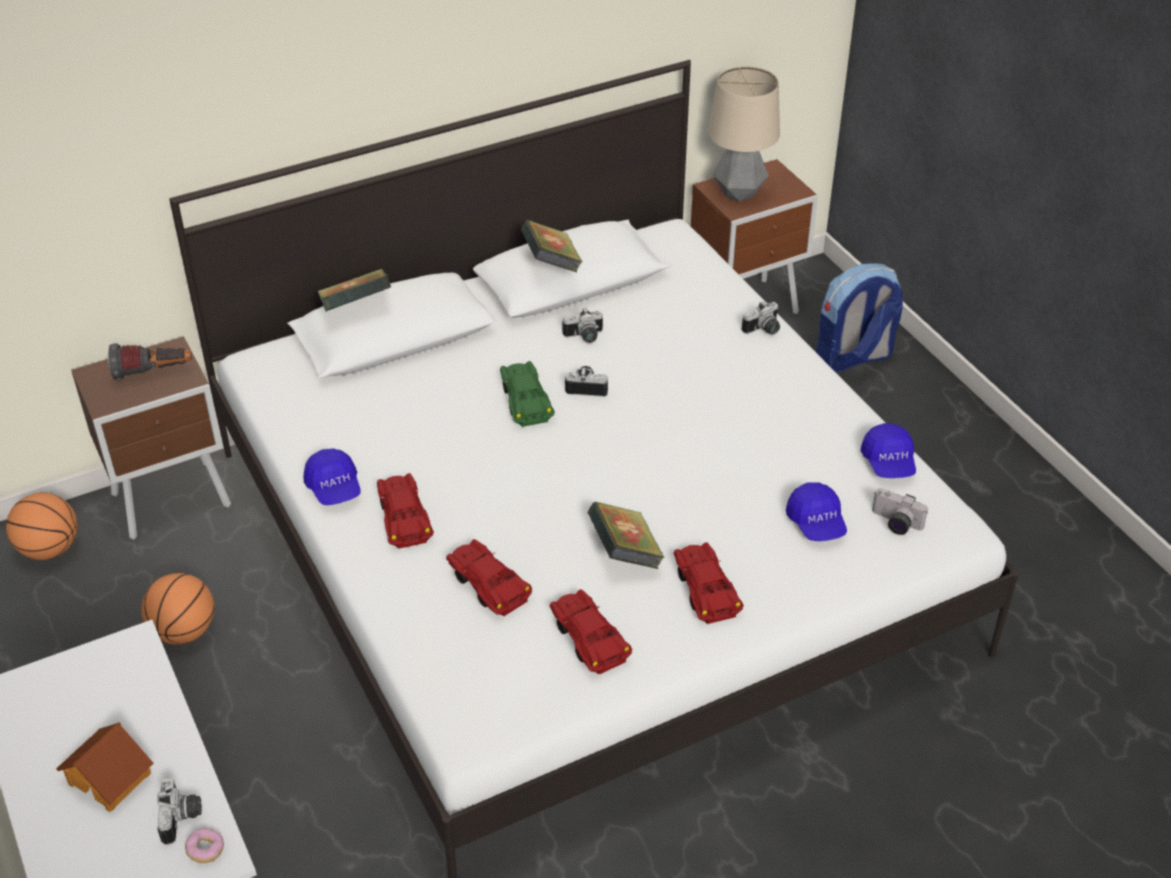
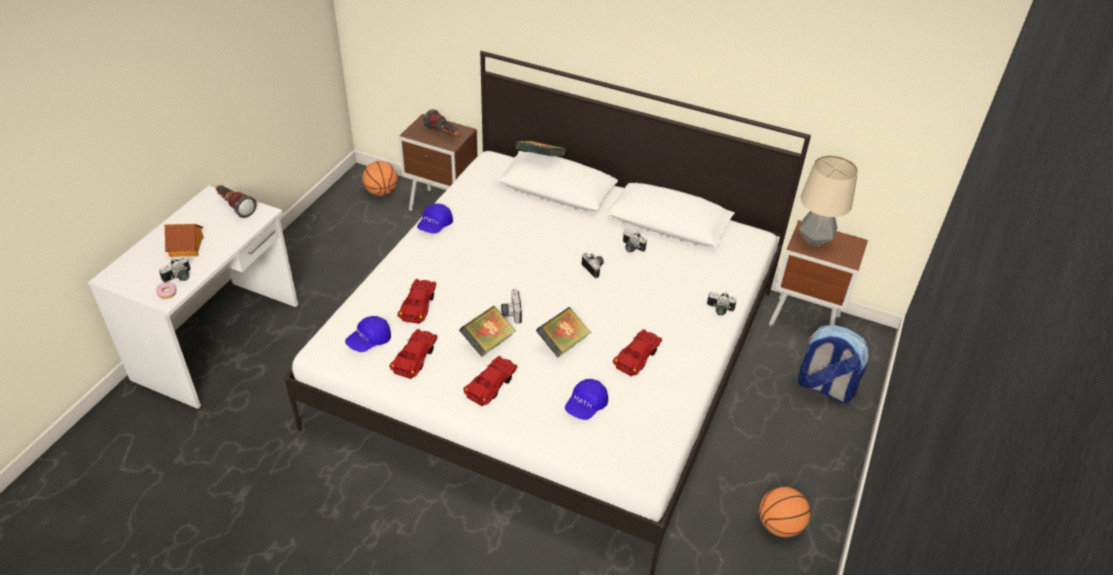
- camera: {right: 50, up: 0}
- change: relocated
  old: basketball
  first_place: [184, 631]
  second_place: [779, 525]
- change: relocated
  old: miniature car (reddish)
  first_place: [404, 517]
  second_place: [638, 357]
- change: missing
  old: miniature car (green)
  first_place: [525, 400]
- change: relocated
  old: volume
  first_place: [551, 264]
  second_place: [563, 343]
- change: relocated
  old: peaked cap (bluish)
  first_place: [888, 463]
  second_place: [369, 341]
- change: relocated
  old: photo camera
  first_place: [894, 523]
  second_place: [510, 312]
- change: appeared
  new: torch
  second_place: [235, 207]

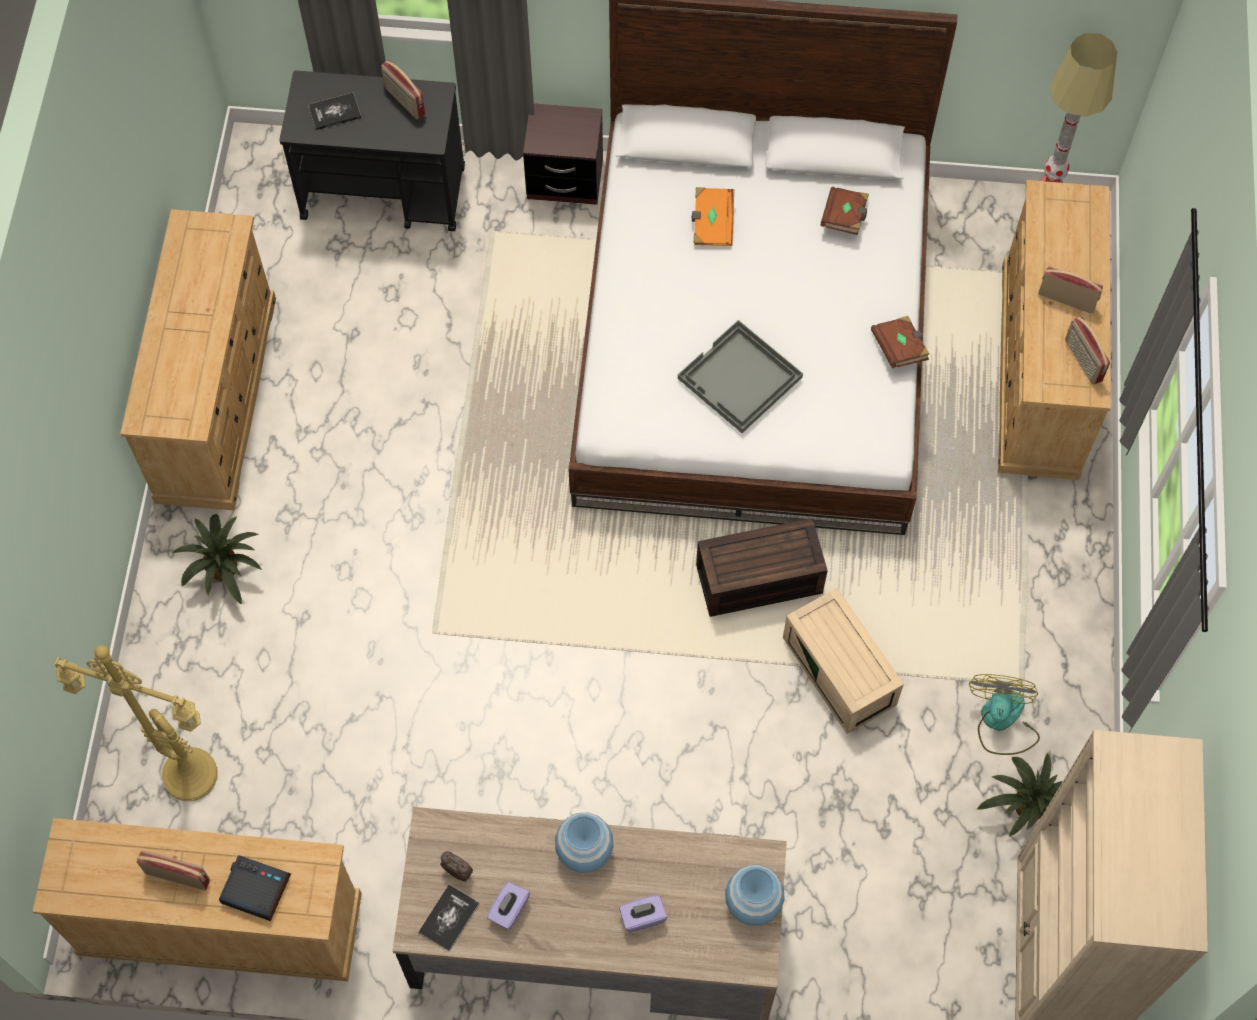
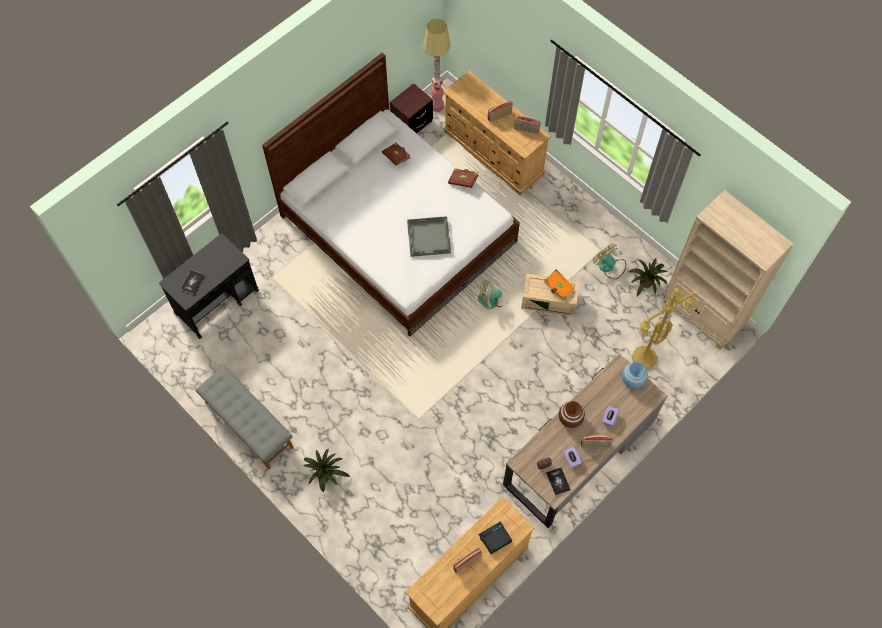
- camera: {right: -50, up: 0}
- change: relocated
  old: floor lamp (yellow-coloured)
  first_place: [186, 777]
  second_place: [644, 359]
- change: exchanged
  old: chest of drawers (beige-coloured)
  new: long seat (grey)
  first_place: [216, 397]
  second_place: [248, 425]
- change: relocated
  old: radio receiver
  first_place: [404, 101]
  second_place: [595, 445]
- change: relocated
  old: nightstand (brown-coloured)
  first_place: [565, 179]
  second_place: [412, 123]
- change: colour
  old: vase (bluish)
  new: vase (brown-coloured)
  first_place: [584, 851]
  second_place: [570, 419]
- change: relocated
  old: volume (orange)
  first_place: [712, 224]
  second_place: [558, 288]
- change: exchanged
  old: storage box (brown-coloured)
  new: fan
  first_place: [757, 581]
  second_place: [493, 299]

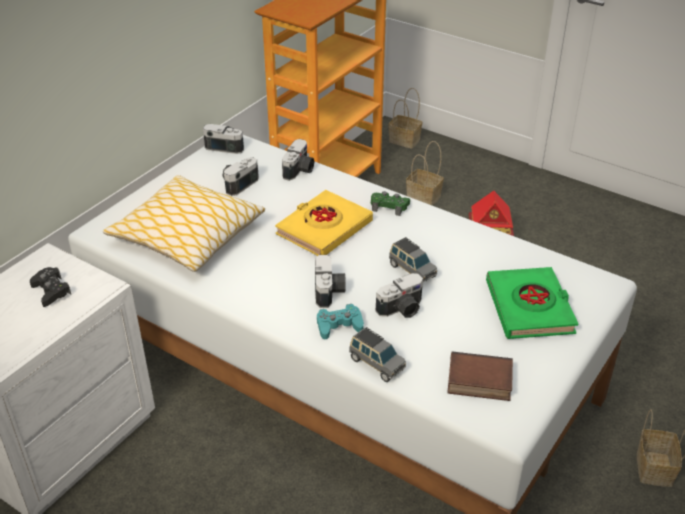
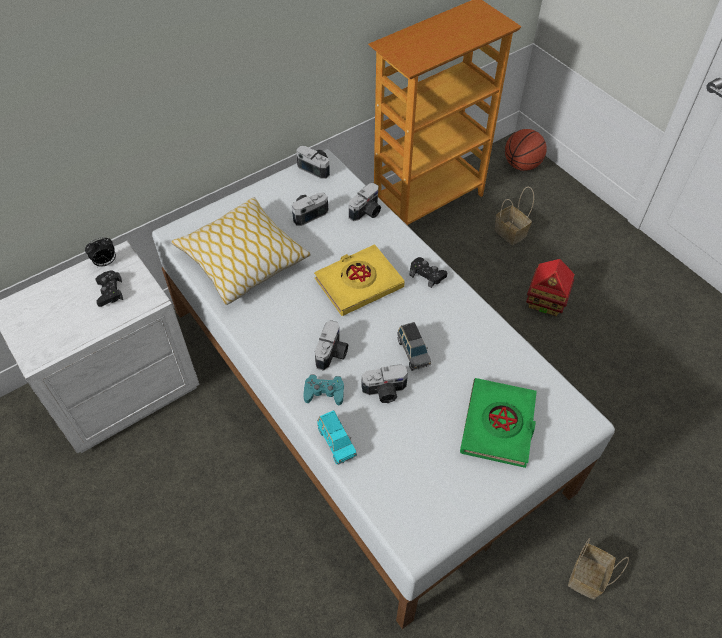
- camera: {right: 20, up: 15}
- change: colour
  old: miniature car (grey)
  new: miniature car (blue-green)
  first_place: [376, 364]
  second_place: [336, 442]
- change: colour
  old: joypad (green)
  new: joypad (black)
  first_place: [389, 207]
  second_place: [427, 275]
- change: exchanged
  old: household basket
  new: basketball
  first_place: [405, 140]
  second_place: [521, 165]
- change: missing
  old: volume
  first_place: [478, 382]
- change: appeared
  new: table clock
  second_place: [105, 263]

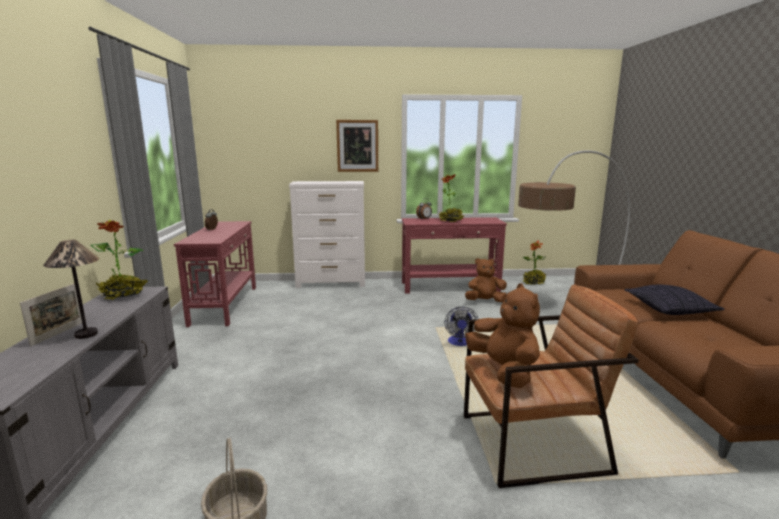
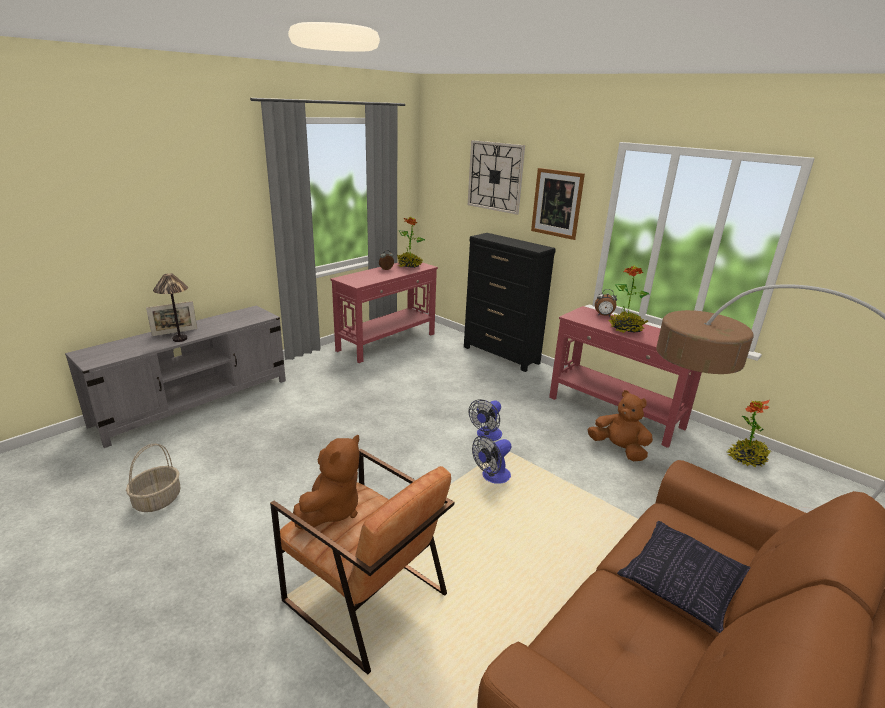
- camera: {right: 45, up: 10}
- change: relocated
  old: houseplant
  first_place: [123, 295]
  second_place: [409, 266]
- change: colour
  old: chest of drawers (white)
  new: chest of drawers (black)
  first_place: [331, 283]
  second_place: [501, 355]
- change: appeared
  new: clock on the wall
  second_place: [495, 176]
- change: appeared
  new: fan
  second_place: [487, 436]

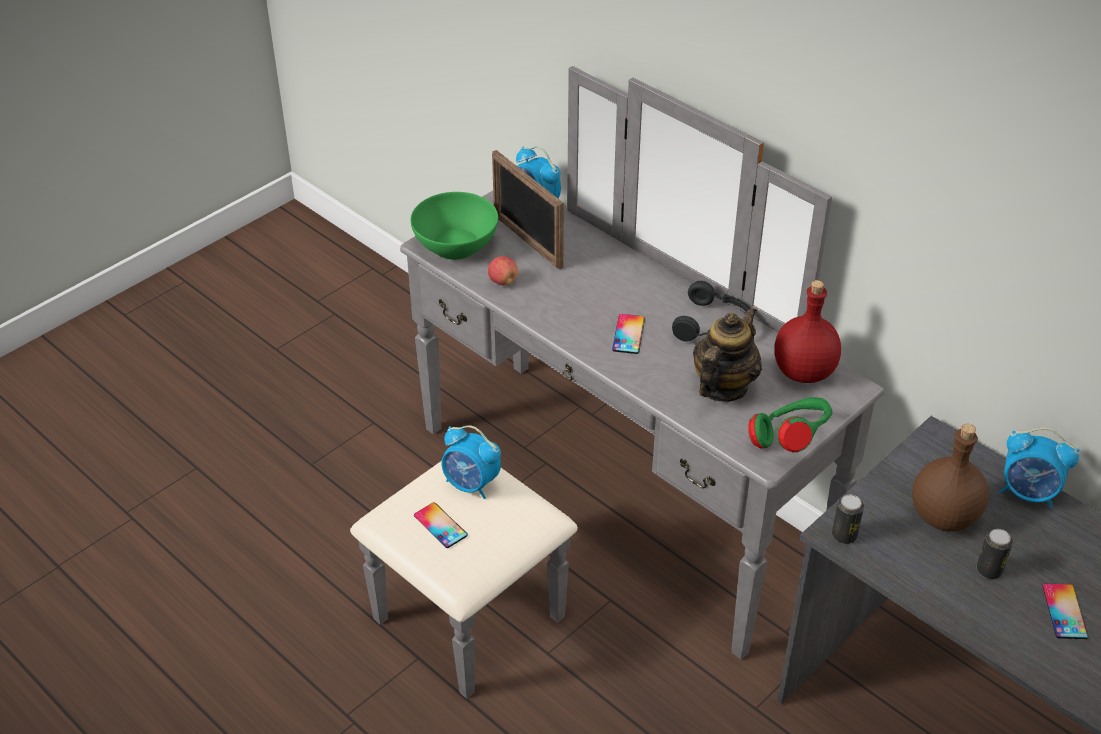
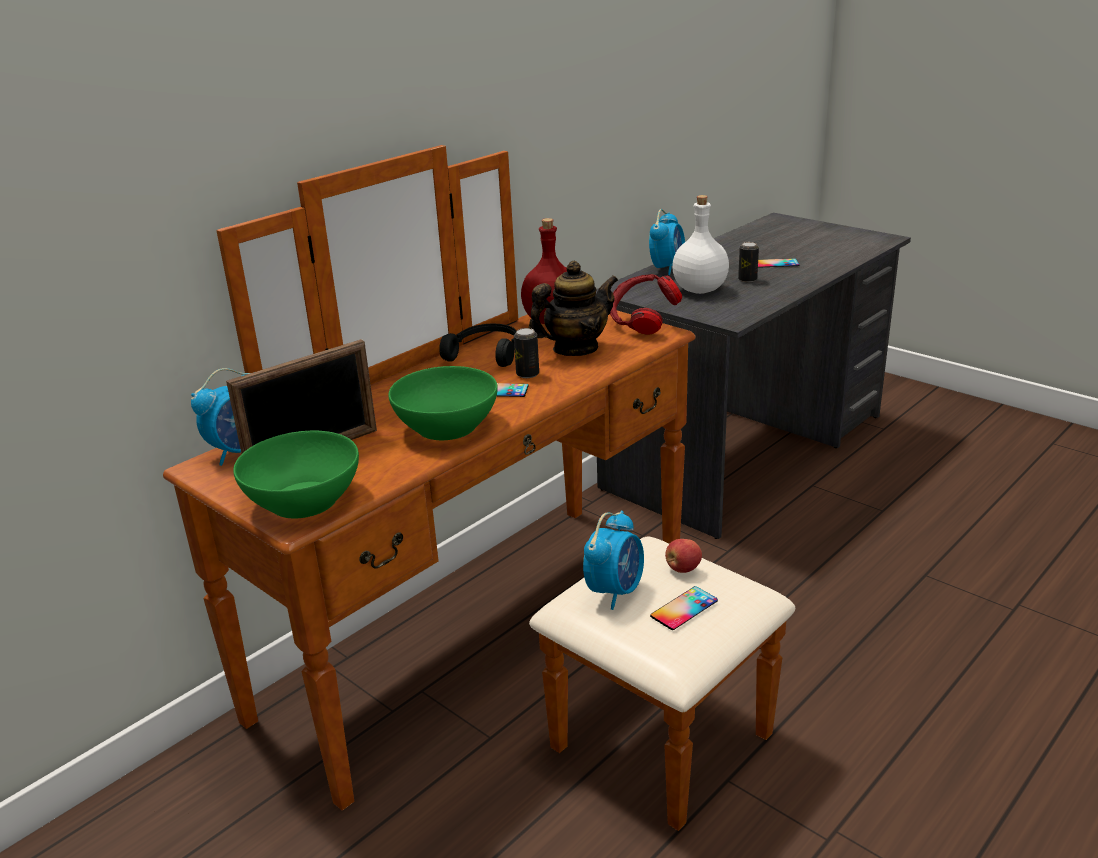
- camera: {right: -90, up: -15}
- change: colour
  old: chest of drawers (grey)
  new: chest of drawers (brown-coloured)
  first_place: [588, 524]
  second_place: [519, 653]
- change: relocated
  old: apple
  first_place: [503, 281]
  second_place: [682, 569]
- change: spun
  old: tea pot
  first_place: [723, 387]
  second_place: [575, 349]
  degrees: 120
- change: colour
  old: headphones (green)
  new: headphones (reddish)
  first_place: [790, 441]
  second_place: [642, 325]
- change: relocated
  old: sealed can
  first_place: [844, 535]
  second_place: [527, 374]
- change: colour
  old: drink bottle (brown-coloured)
  new: drink bottle (white)
  first_place: [945, 516]
  second_place: [699, 289]
- change: appeared
  new: serving bowl (green)
  second_place: [446, 426]

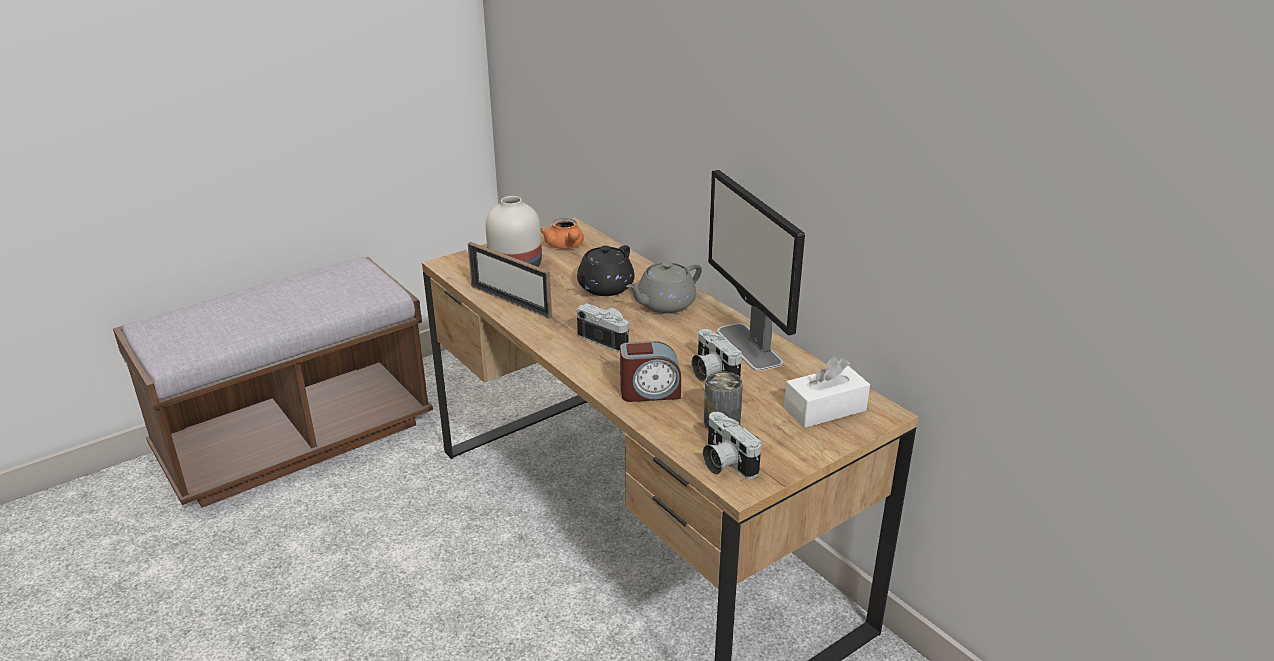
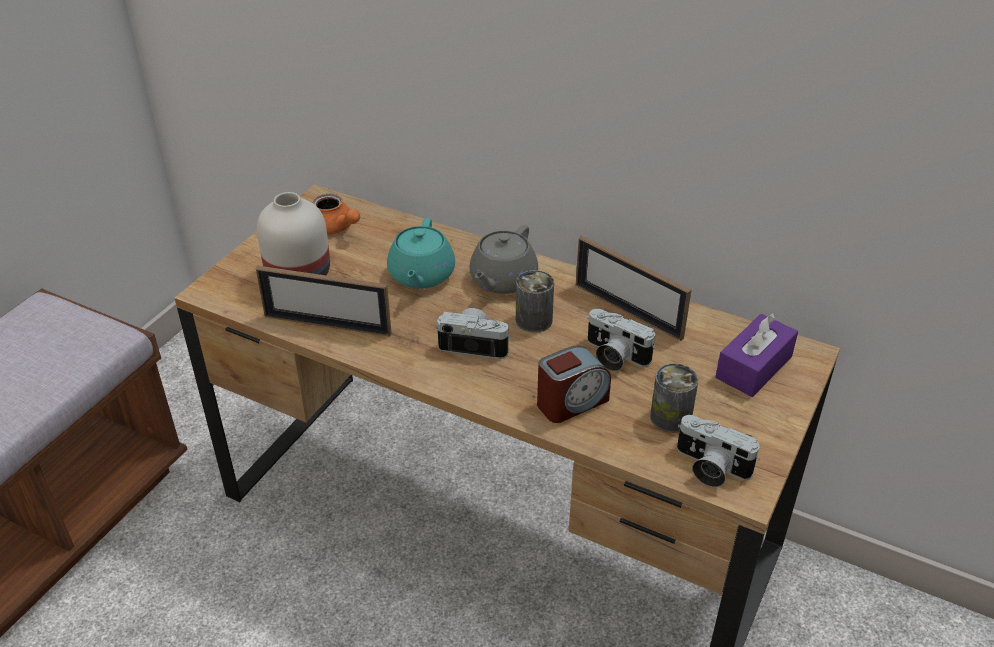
- camera: {right: -25, up: 10}
- change: colour
  old: tea pot (black)
  new: tea pot (blue-green)
  first_place: [604, 288]
  second_place: [421, 276]
- change: exchanged
  old: monitor
  new: standing frame
  first_place: [749, 347]
  second_place: [628, 311]
- change: colour
  old: tissue box (white)
  new: tissue box (purple-coloured)
  first_place: [825, 409]
  second_place: [754, 367]
- change: appeared
  new: sealed can
  second_place: [534, 320]

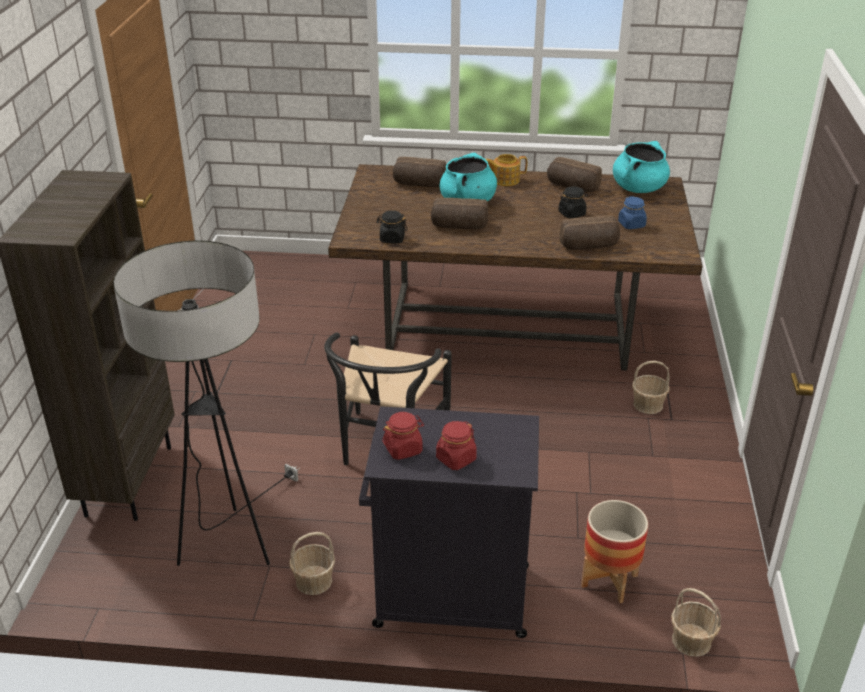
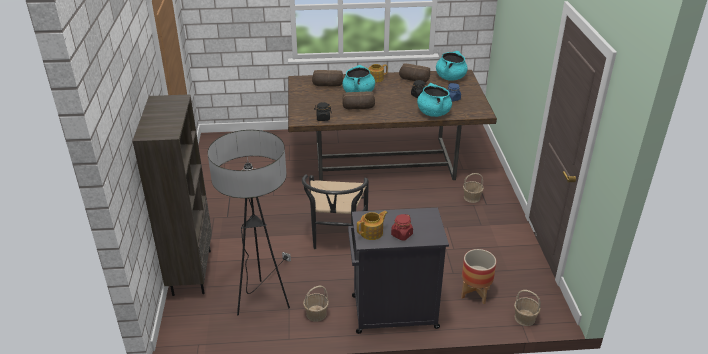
- camera: {right: -10, up: 0}
- change: exchanged
  old: storage jar (reddish)
  new: tea pot
  first_place: [403, 449]
  second_place: [372, 232]
- change: exchanged
  old: bakery bread
  new: saucepot (blue-green)
  first_place: [589, 246]
  second_place: [433, 113]

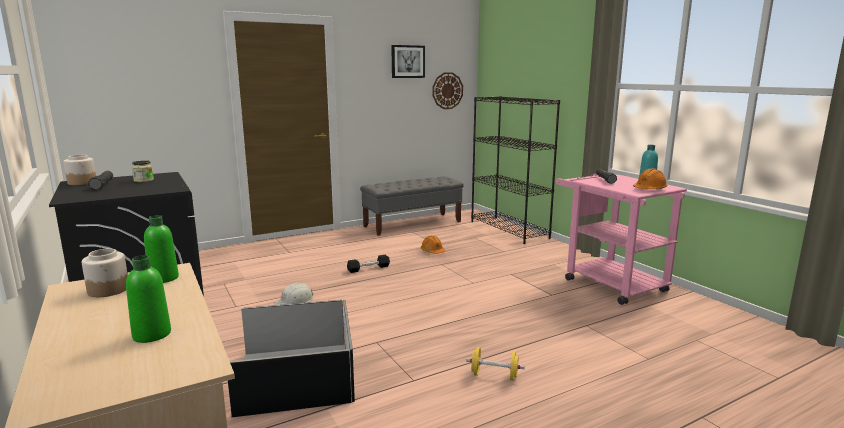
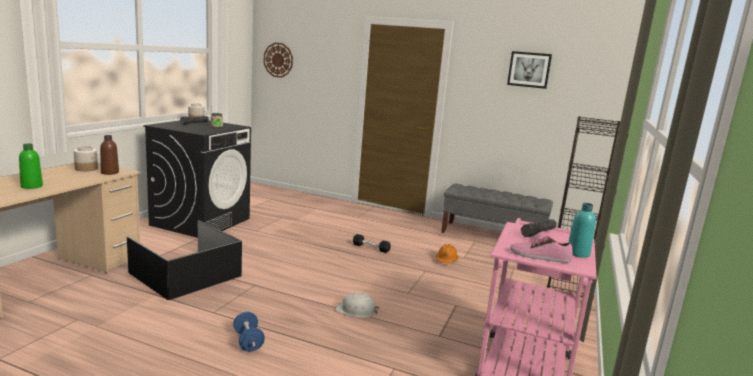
- camera: {right: 50, up: 0}
- change: colour
  old: drink bottle (green)
  new: drink bottle (brown-coloured)
  first_place: [163, 278]
  second_place: [110, 172]
- change: relocated
  old: safety helmet (white)
  first_place: [295, 301]
  second_place: [356, 310]
- change: relocated
  old: clock on the wall
  first_place: [447, 90]
  second_place: [278, 60]
- change: colour
  old: dumbbell (yellow-coloured)
  new: dumbbell (bluish)
  first_place: [494, 375]
  second_place: [248, 342]
- change: exchanged
  old: safety helmet (orange)
  new: item of footwear
  first_place: [649, 189]
  second_place: [540, 256]

